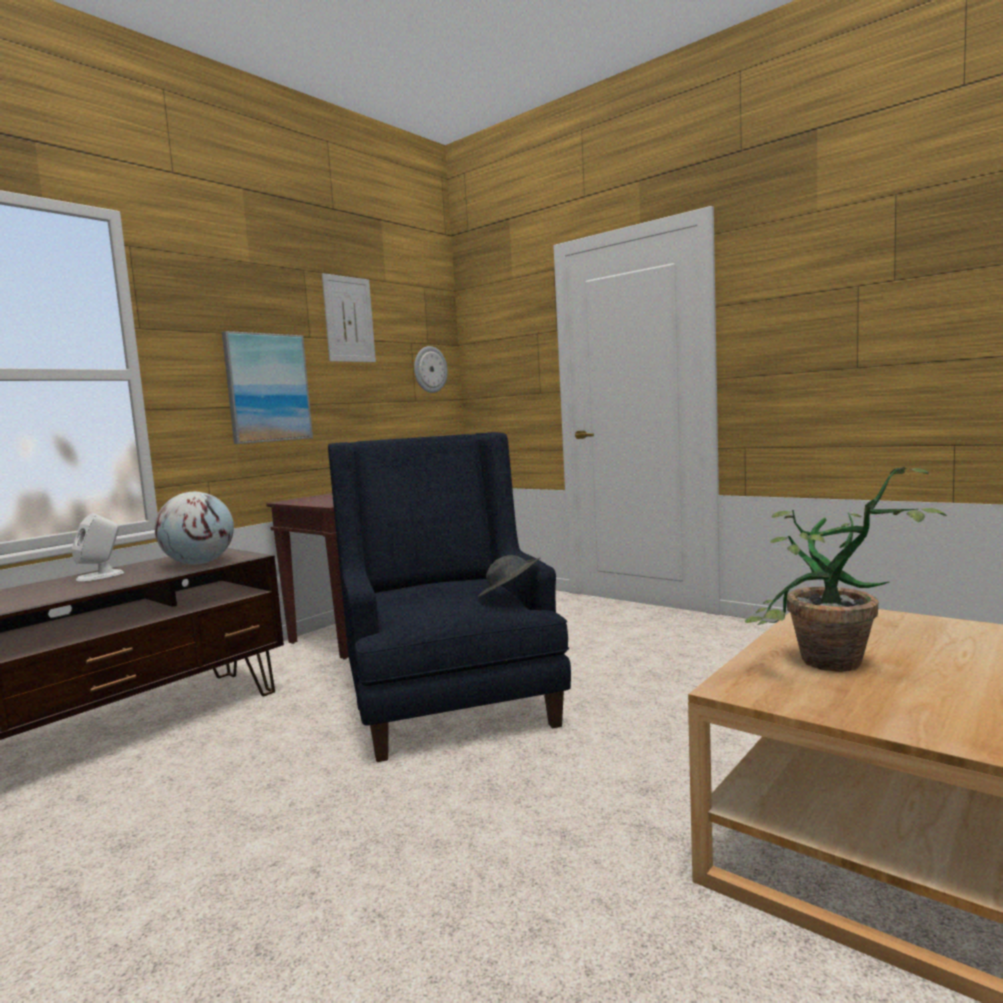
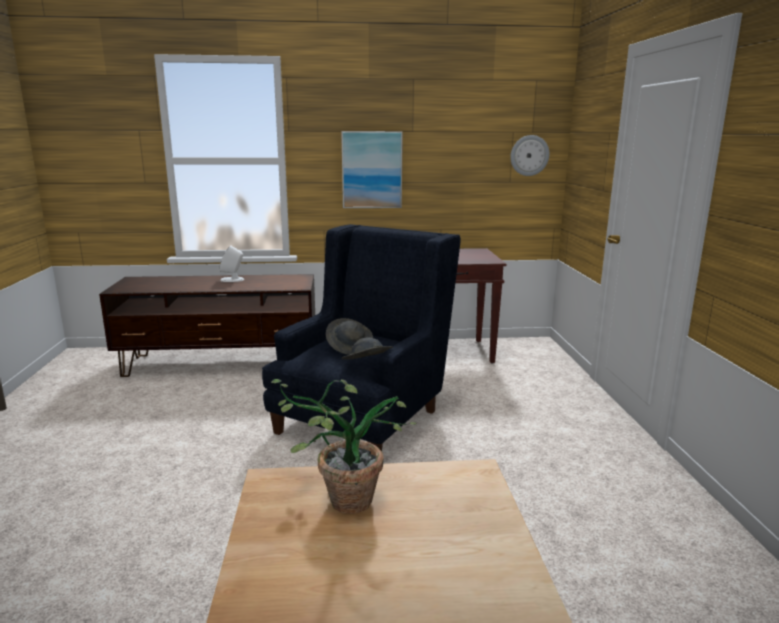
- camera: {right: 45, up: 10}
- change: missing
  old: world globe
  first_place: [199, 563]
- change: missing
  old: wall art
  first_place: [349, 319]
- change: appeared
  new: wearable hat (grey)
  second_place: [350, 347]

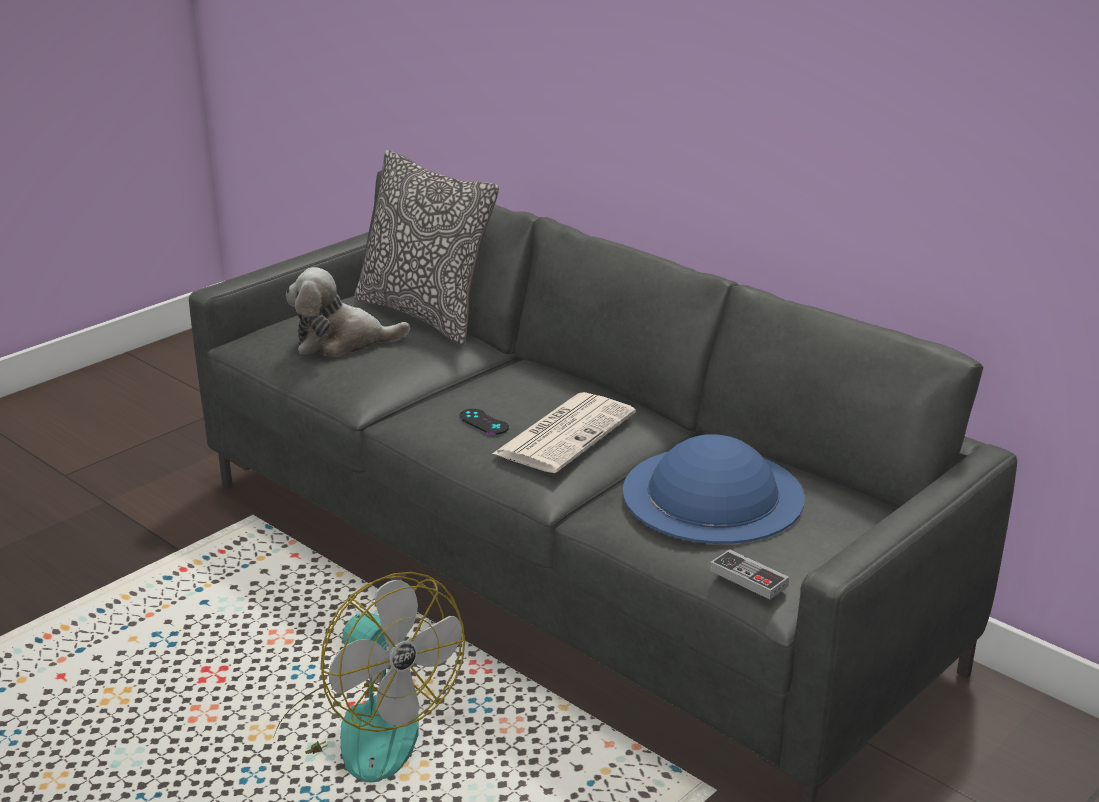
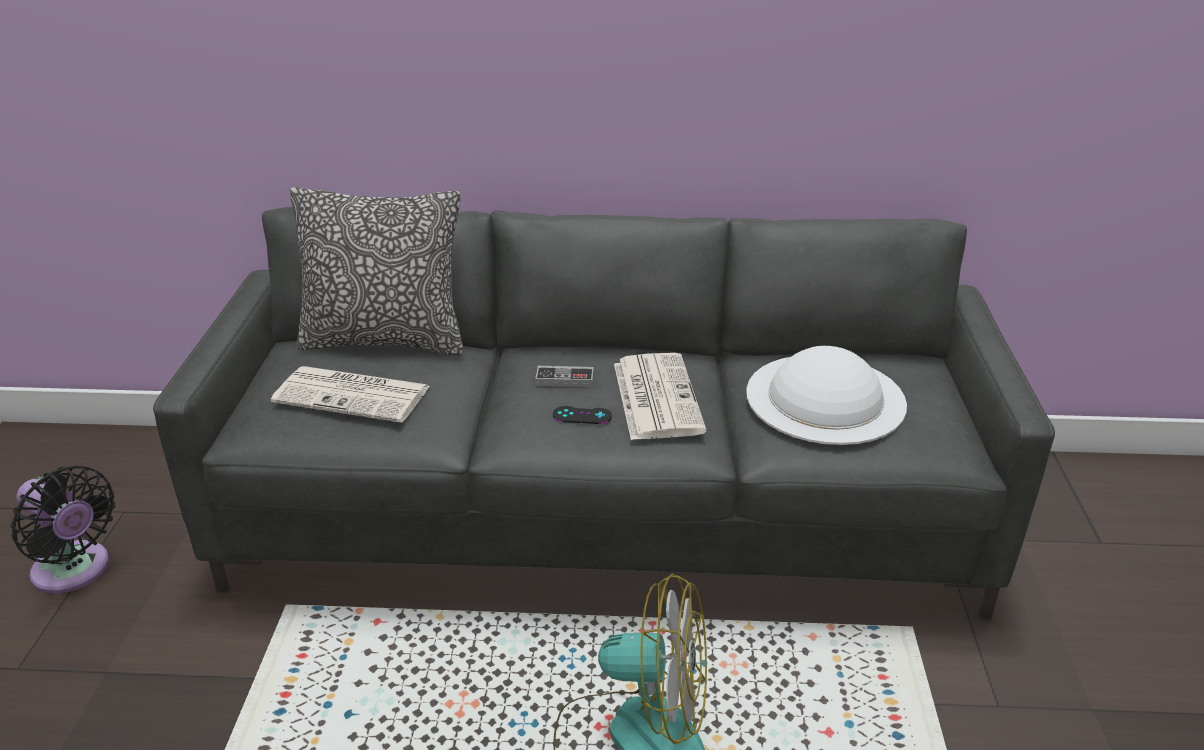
- camera: {right: -40, up: 5}
- change: exchanged
  old: plush toy
  new: daily paper
  first_place: [342, 342]
  second_place: [354, 395]
- change: colour
  old: wearable hat (bluish)
  new: wearable hat (white)
  first_place: [712, 494]
  second_place: [825, 398]
- change: relocated
  old: joypad
  first_place: [748, 578]
  second_place: [564, 379]
- change: appeared
  new: fan (black)
  second_place: [75, 571]

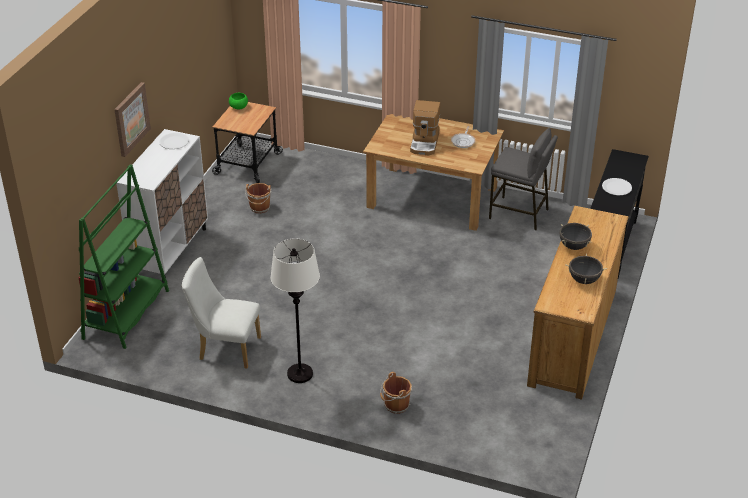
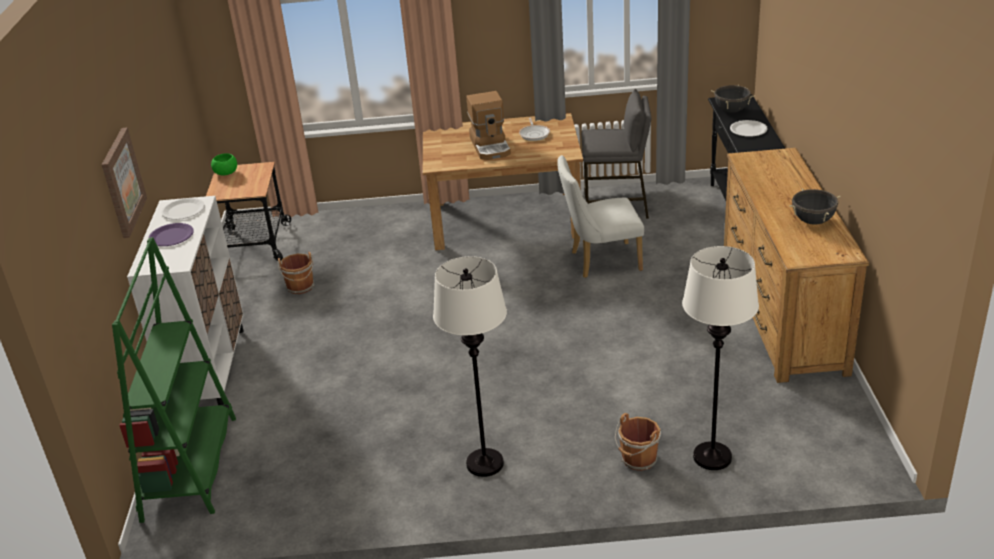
- camera: {right: -20, up: -5}
- change: relocated
  old: upright chair (white)
  first_place: [225, 348]
  second_place: [600, 262]
- change: relocated
  old: saucepot (black)
  first_place: [574, 246]
  second_place: [731, 110]
- change: appeared
  new: plate (purple-coloured)
  second_place: [171, 236]
- change: appeared
  new: floor lamp (white)
  second_place: [712, 457]

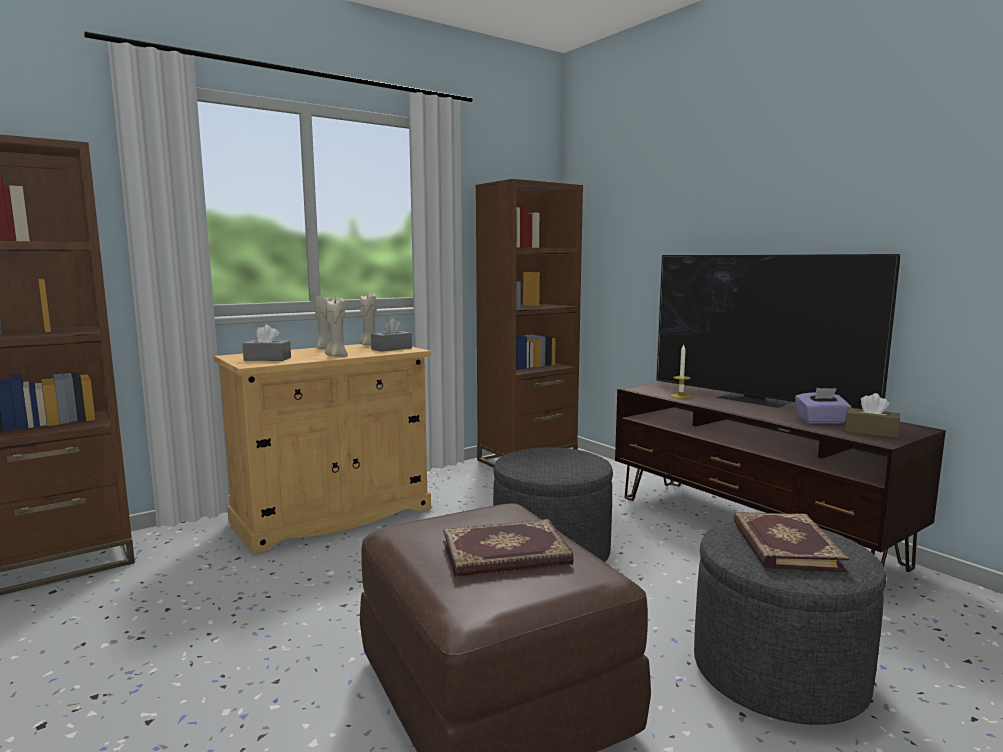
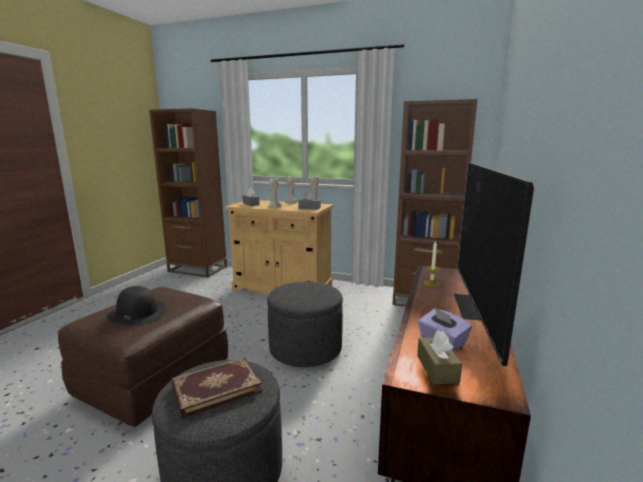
- camera: {right: 55, up: 5}
- change: exchanged
  old: volume
  new: wearable hat (black)
  first_place: [506, 554]
  second_place: [137, 313]

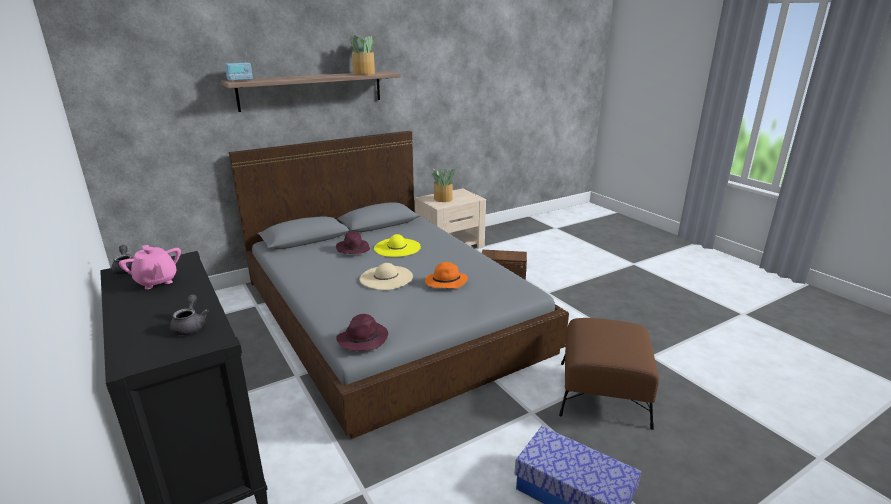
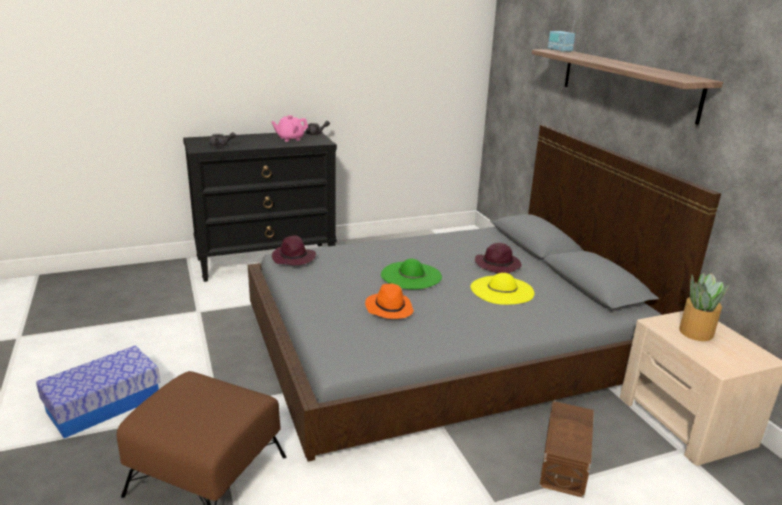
- camera: {right: 100, up: 0}
- change: missing
  old: houseplant
  first_place: [364, 73]
- change: colour
  old: wearable hat (beige-coloured)
  new: wearable hat (green)
  first_place: [386, 277]
  second_place: [411, 275]

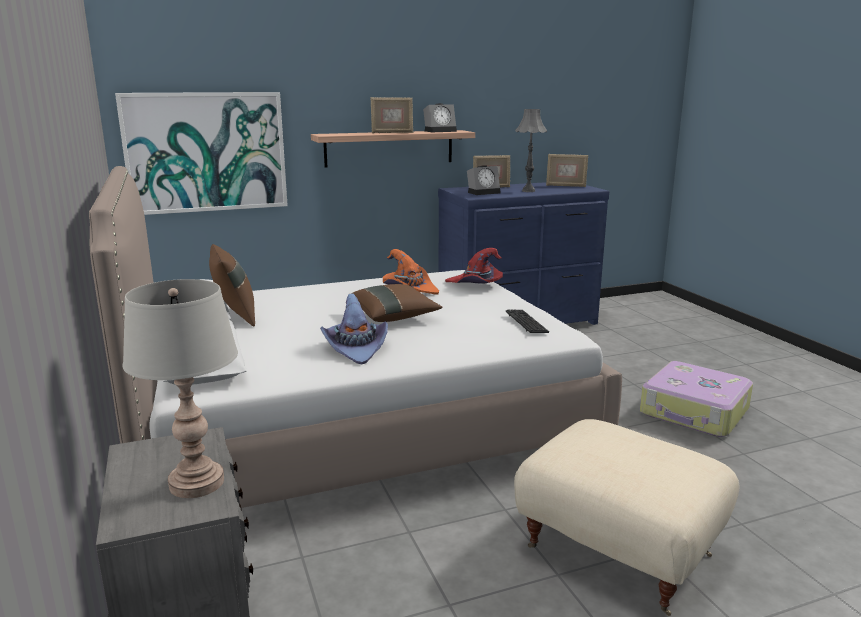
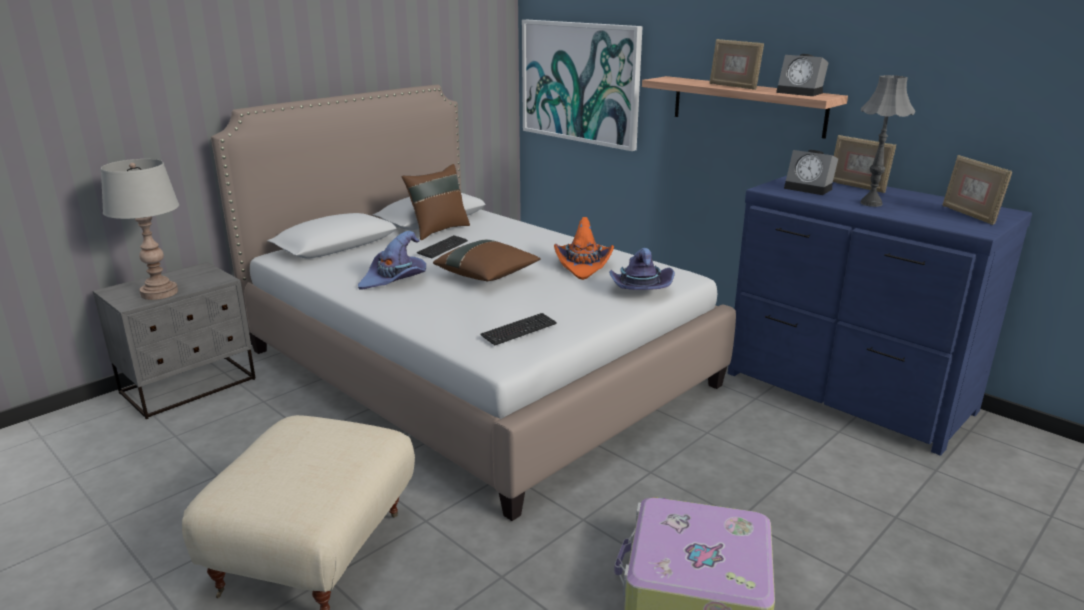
- camera: {right: 65, up: 5}
- change: colour
  old: wearable hat (reddish)
  new: wearable hat (purple-coloured)
  first_place: [476, 284]
  second_place: [639, 289]
- change: appeared
  new: keyboard
  second_place: [443, 248]

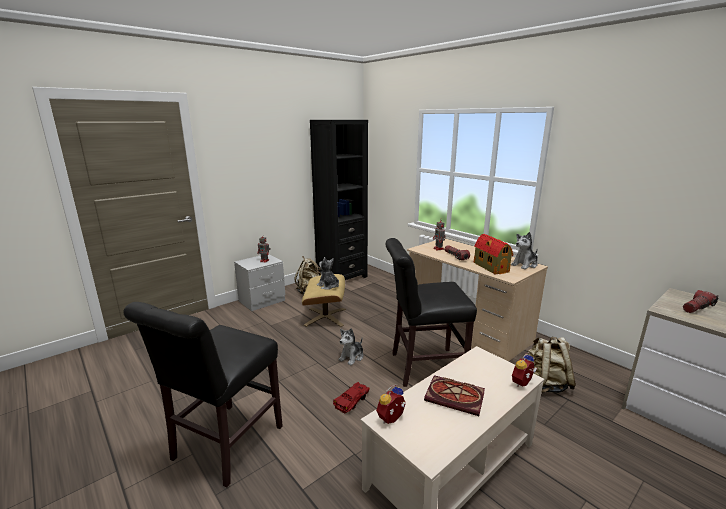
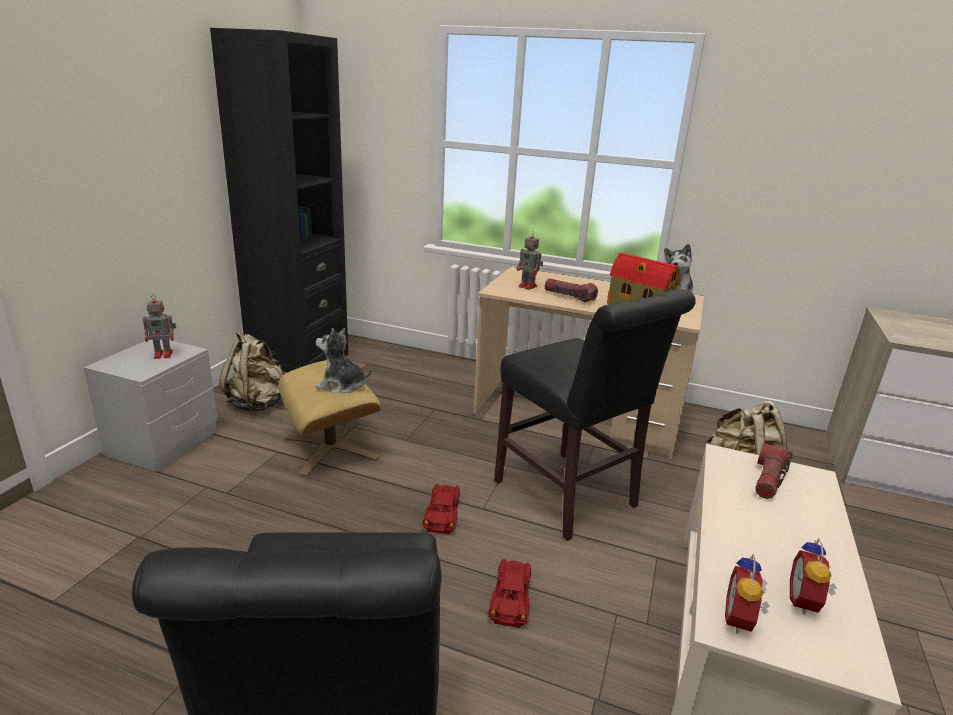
- camera: {right: -30, up: 5}
- change: exchanged
  old: plush toy
  new: miniature car (reddish)
  first_place: [352, 357]
  second_place: [443, 514]
- change: spun
  old: upright chair (black)
  first_place: [423, 367]
  second_place: [570, 498]
  degrees: -90
- change: missing
  old: volume
  first_place: [456, 397]
- change: relocated
  old: table clock
  first_place: [523, 384]
  second_place: [806, 602]
- change: relocated
  old: torch
  first_place: [697, 308]
  second_place: [768, 479]

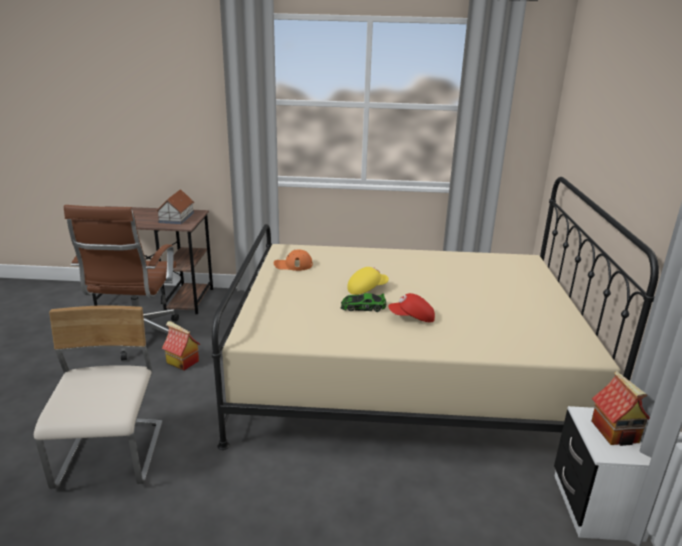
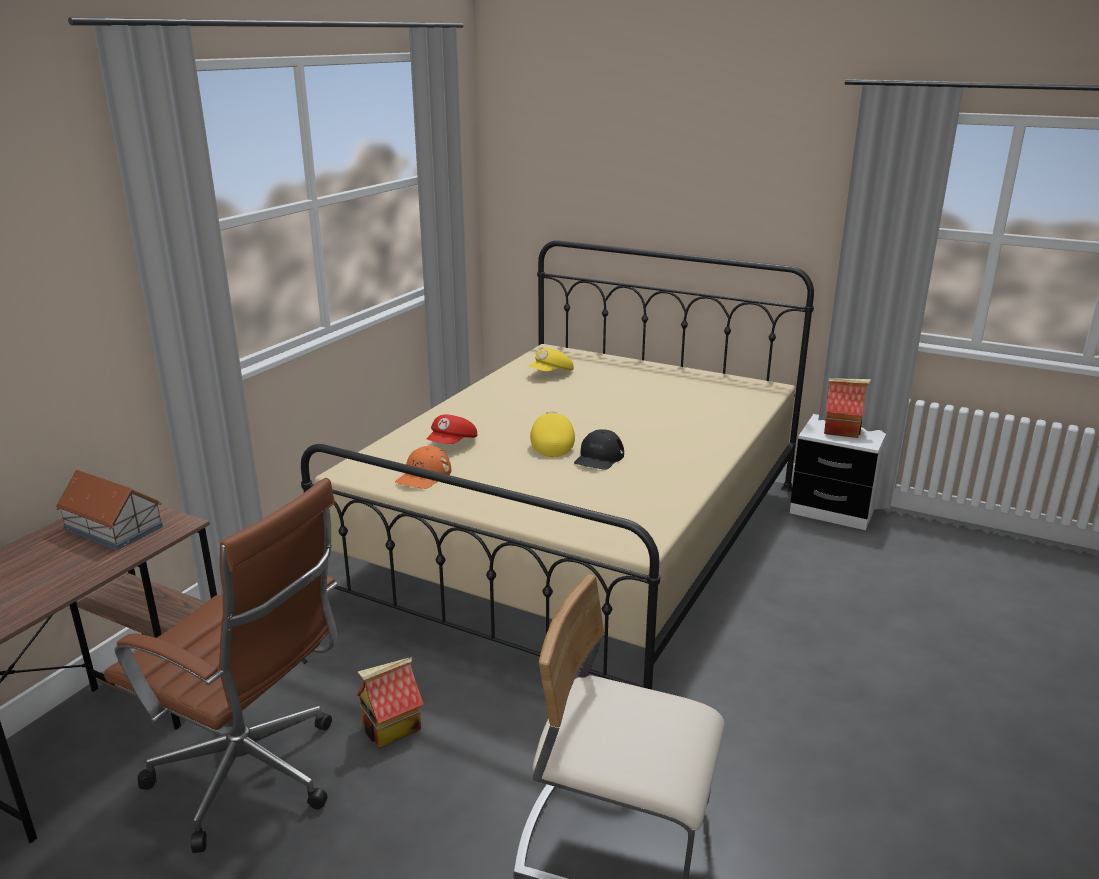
- camera: {right: -65, up: 0}
- change: exchanged
  old: miniature car
  new: peaked cap (black)
  first_place: [363, 306]
  second_place: [599, 458]
- change: relocated
  old: peaked cap (reddish)
  first_place: [412, 318]
  second_place: [452, 444]
- change: appeared
  new: peaked cap (yellow-coloured)
  second_place: [551, 374]

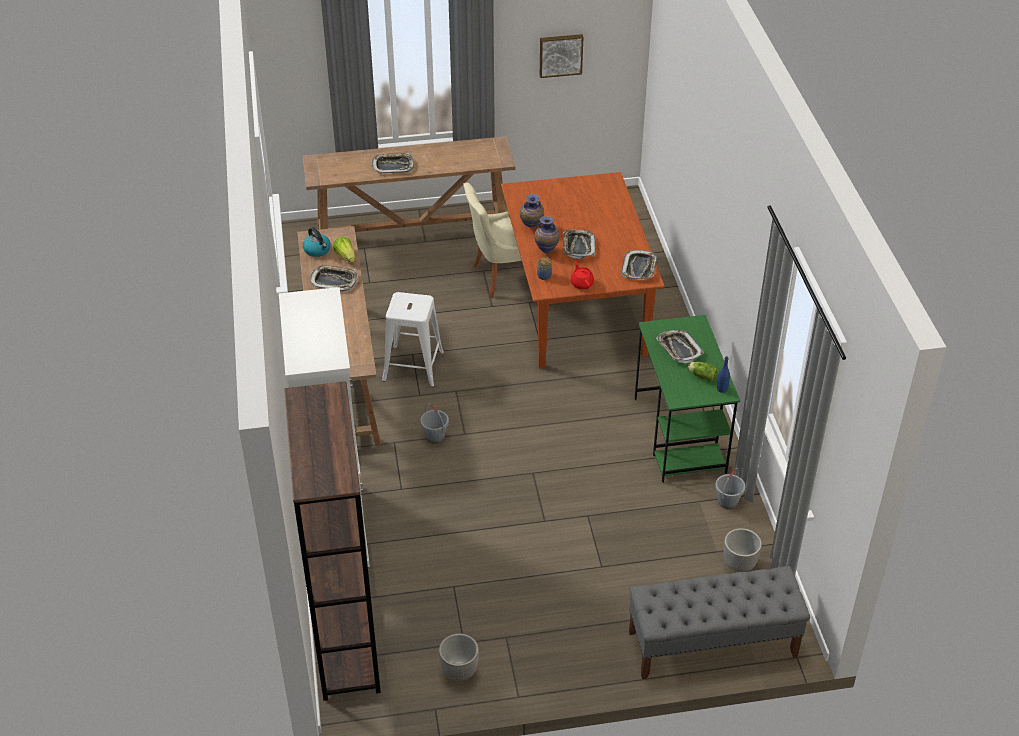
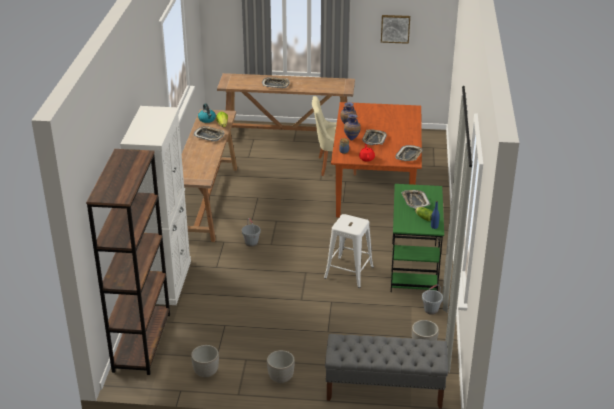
- camera: {right: 15, up: -10}
- change: relocated
  old: stool seat (white)
  first_place: [413, 366]
  second_place: [349, 272]
- change: appeared
  new: flower pot
  second_place: [280, 378]

